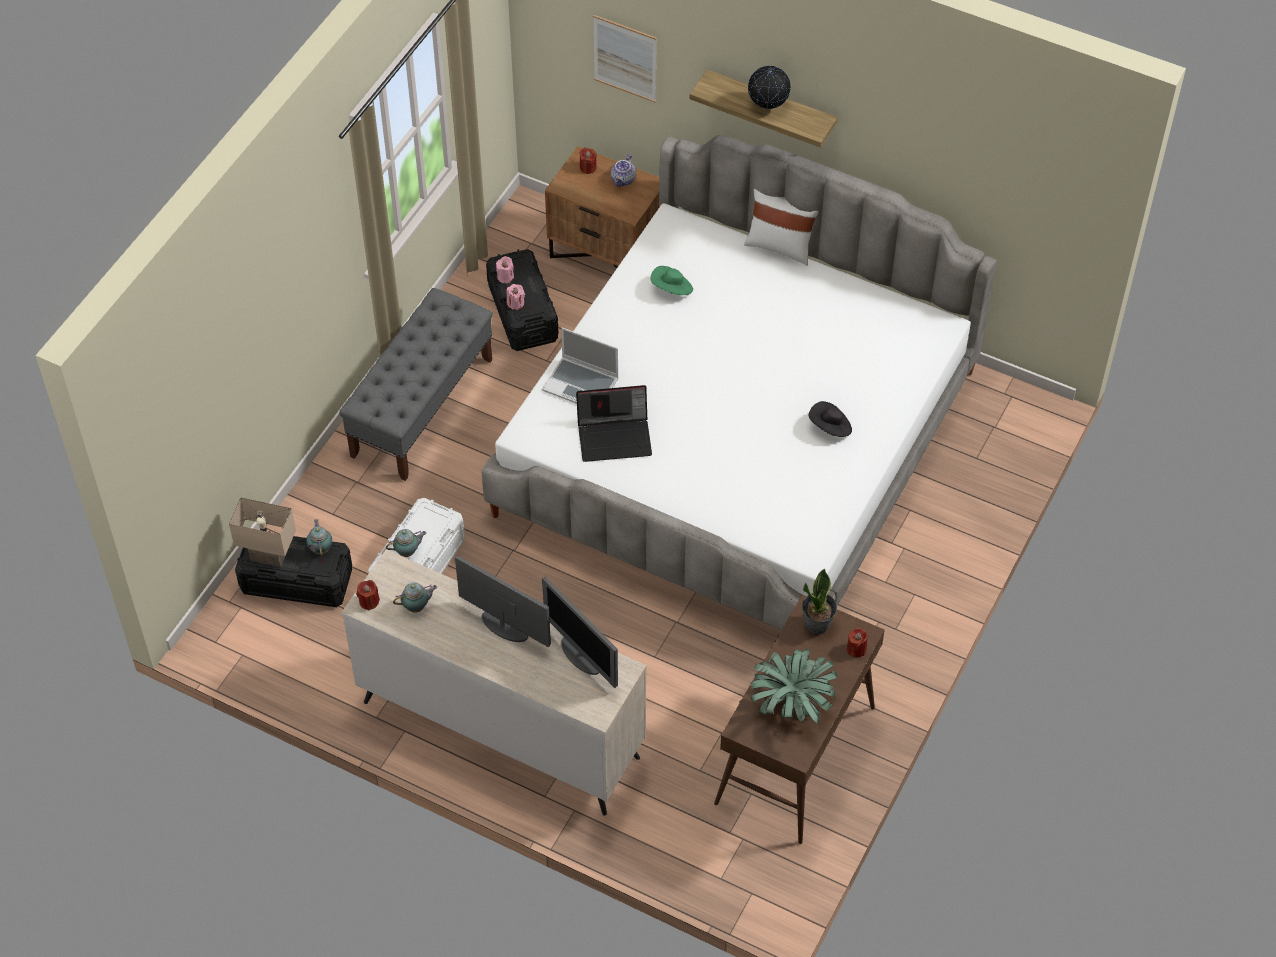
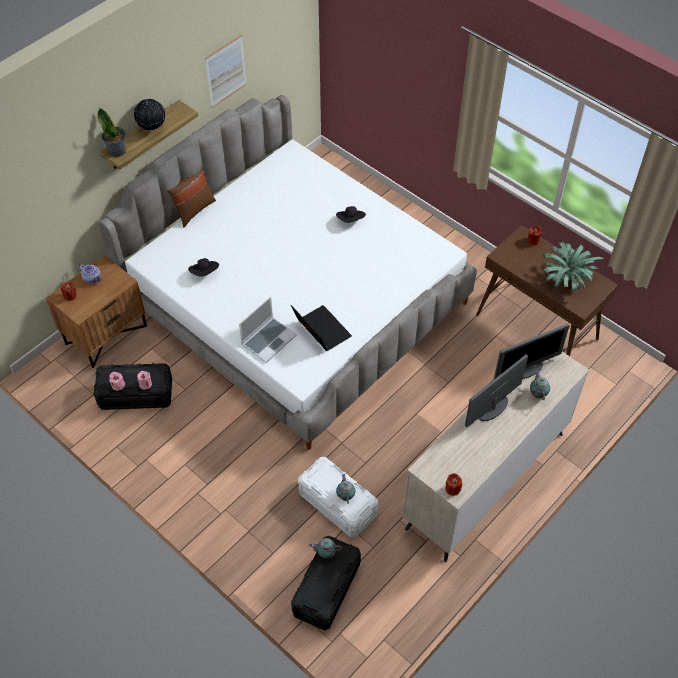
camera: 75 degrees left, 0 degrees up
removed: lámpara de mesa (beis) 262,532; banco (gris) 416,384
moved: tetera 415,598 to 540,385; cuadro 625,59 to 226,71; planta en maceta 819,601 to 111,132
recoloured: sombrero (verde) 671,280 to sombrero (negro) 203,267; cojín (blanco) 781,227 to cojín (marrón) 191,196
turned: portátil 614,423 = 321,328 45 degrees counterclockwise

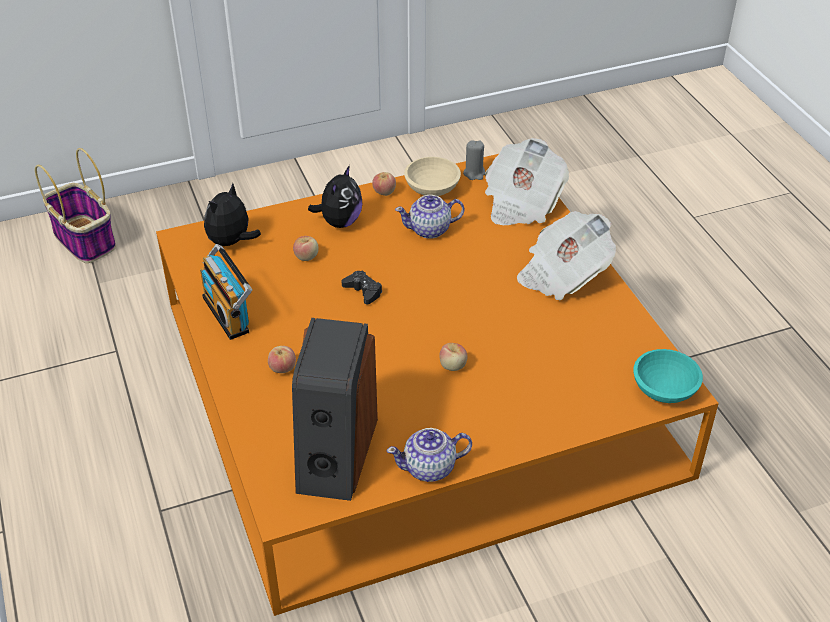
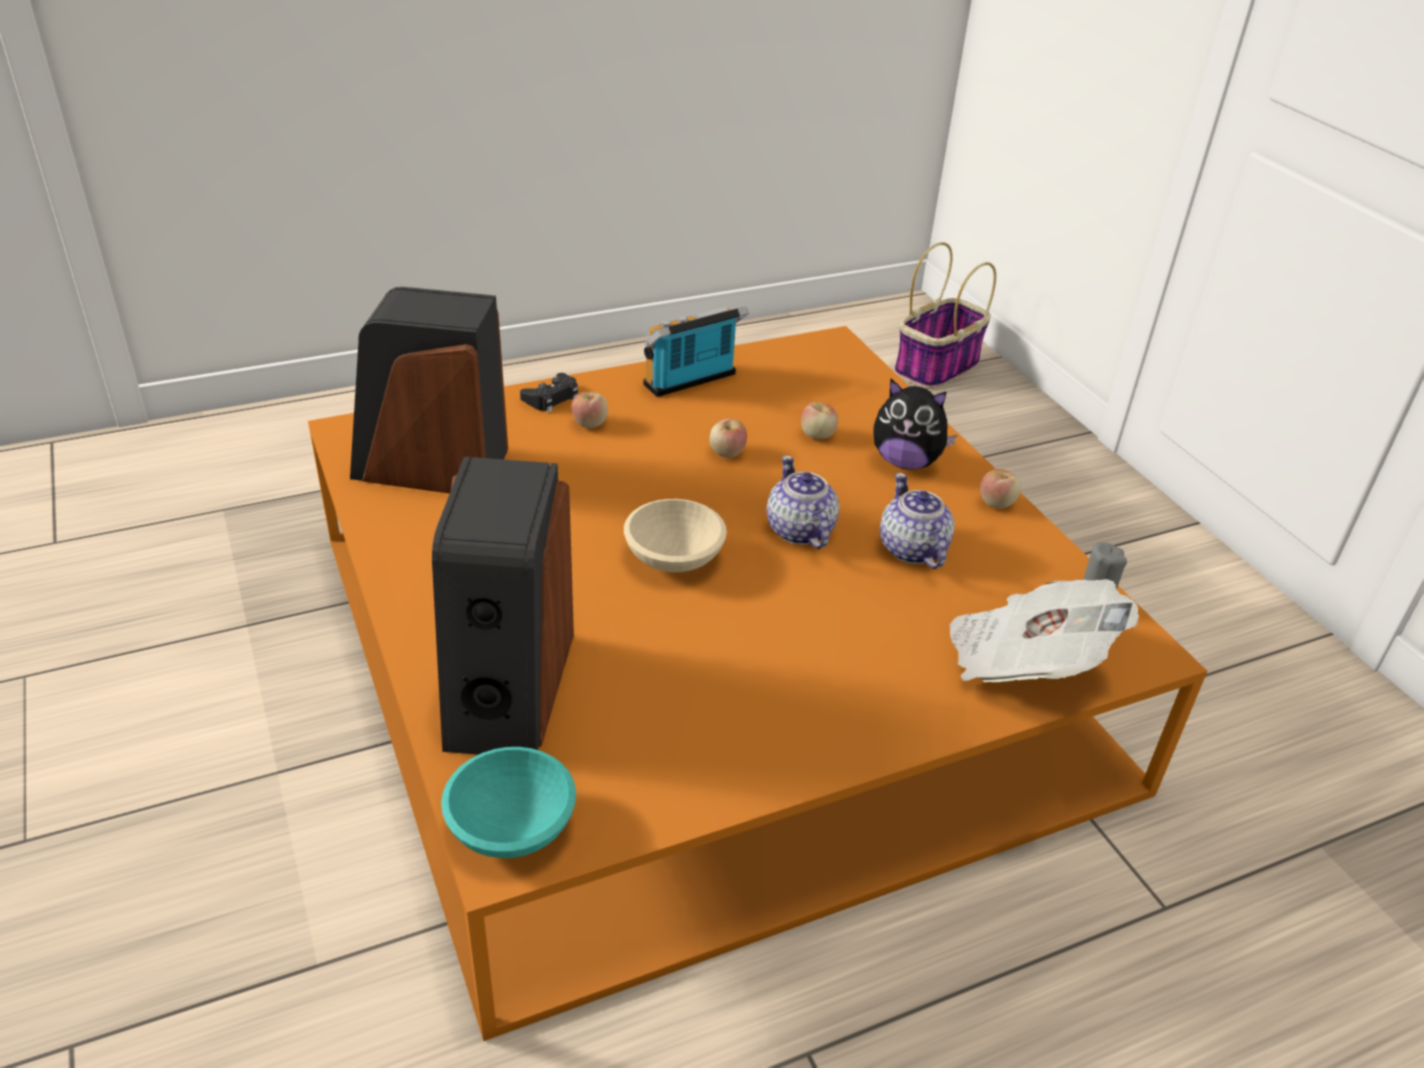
camera: 85 degrees right, 5 degrees down
removed: peluche 232,214; periódico 566,255
added: altavoz 503,606
moved: mando de consola (negro) 361,287 to 549,393; tetera 429,455 to 802,502; cuenco (beis) 432,176 to 675,535; manzana 453,357 to 728,438

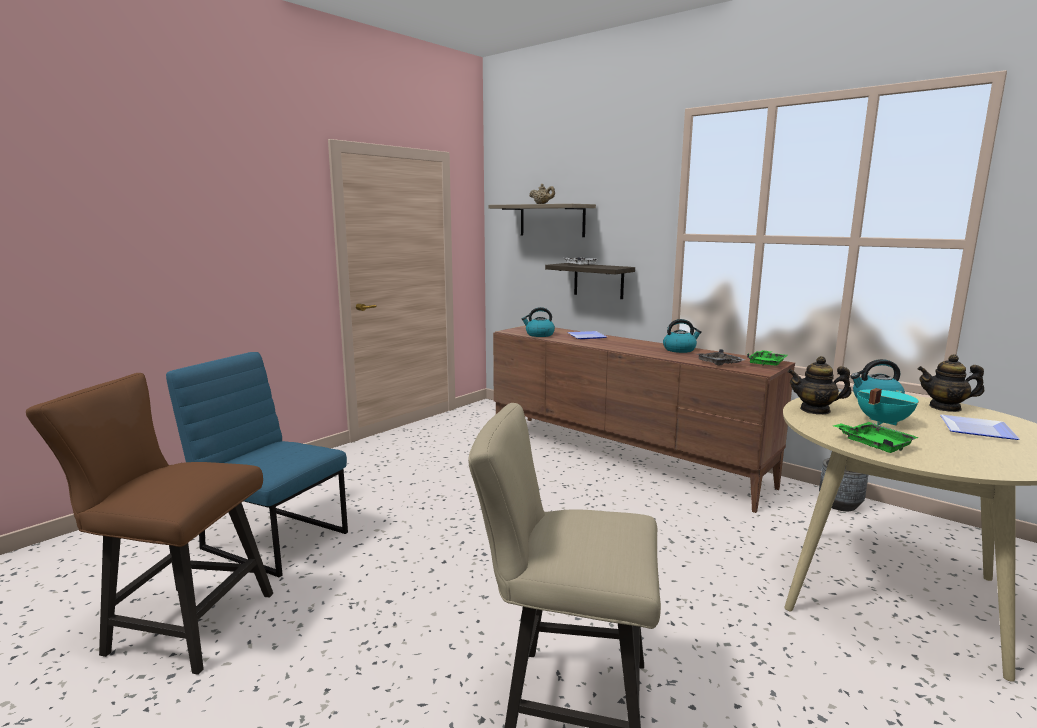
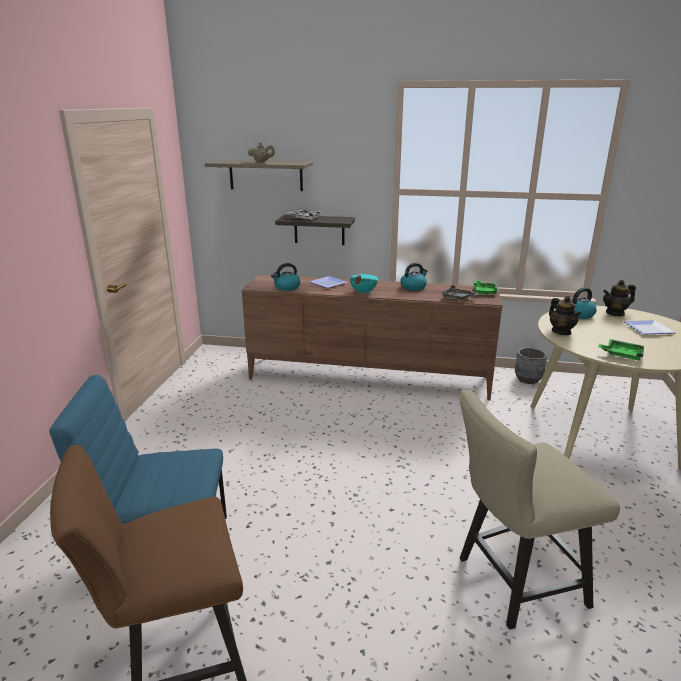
camera: 30 degrees left, 10 degrees up
moved: olla (turquesa) 888,407 to 364,284
turned: tetera 819,385 = 565,315 90 degrees counterclockwise

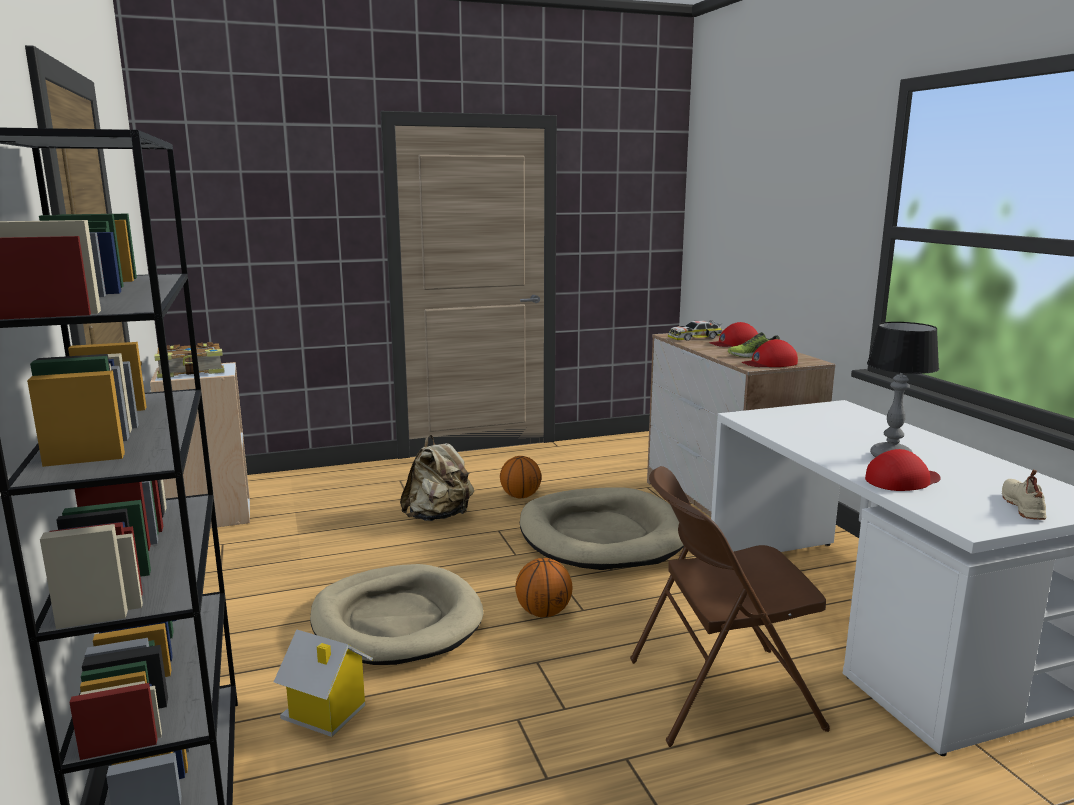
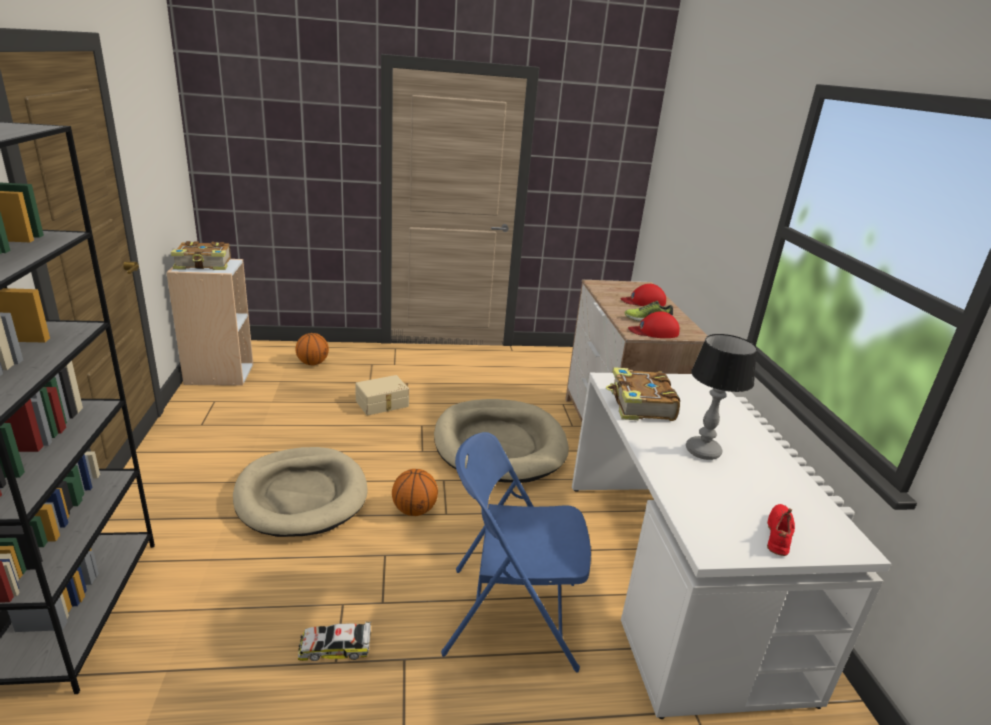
camera: 10 degrees right, 10 degrees up
removed: casita 323,683; gorra (rojo) 903,470
added: libro 643,394
moved: balón de baloncesto 521,477 to 312,349; coche de juguete 695,330 to 334,641
replaced: mochila (beis) 437,478 to caja de almacenaje (beis) 382,395
recoloured: silla (marrón) 730,606 to silla (azul) 516,552; zapato (beis) 1024,495 to zapato (rojo) 781,530

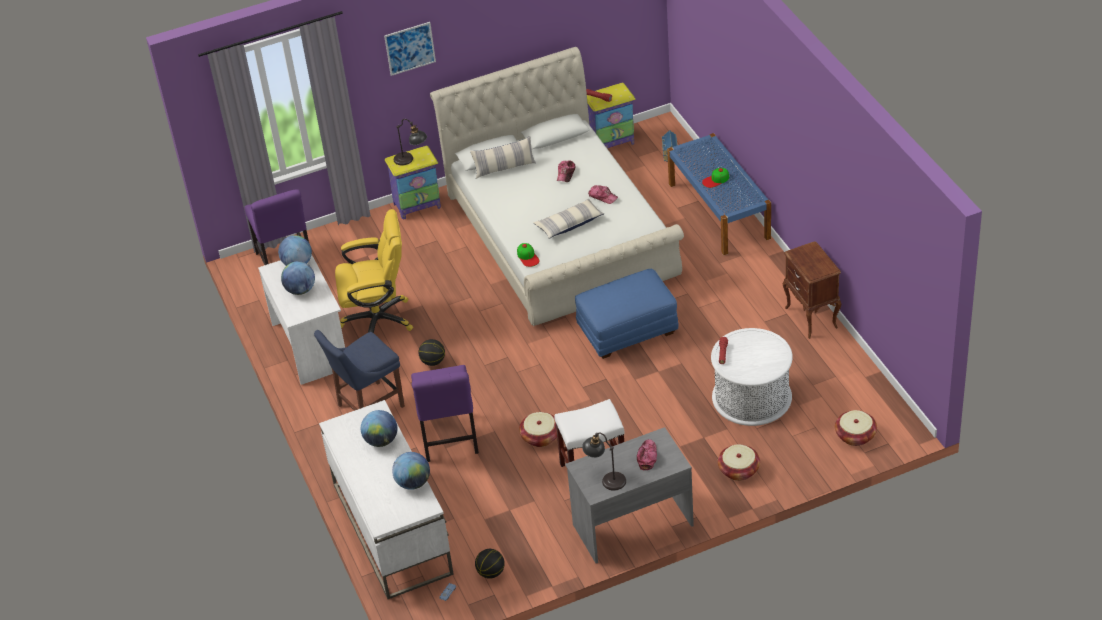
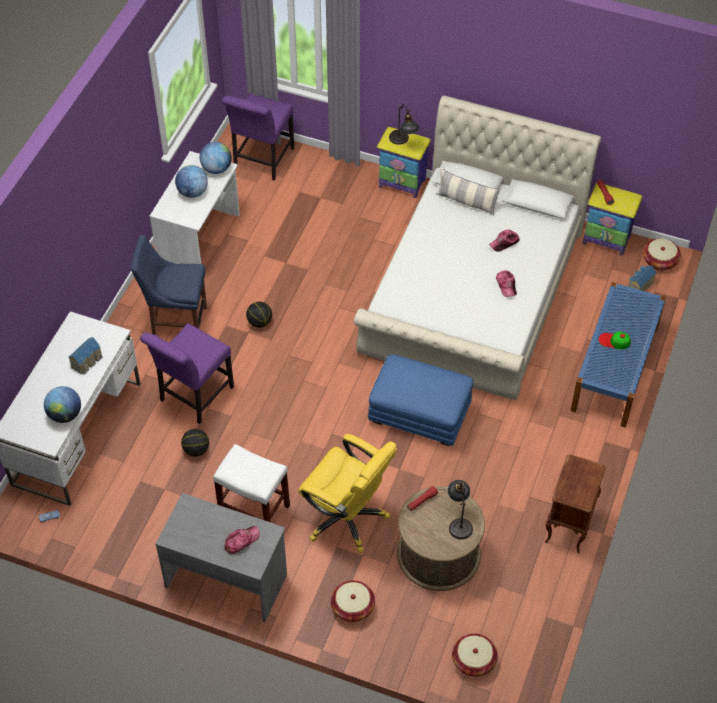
camera: 40 degrees right, 10 degrees up
removed: cuadro 410,49; gorra 528,255; cojín 568,219
moved: silla de oficina (amarillo) 374,271 to 347,493; balón de baloncesto 490,564 to 195,443; cesta 538,429 to 662,254; lámpara de mesa (gris) 604,461 to 460,510
replaced: globo terráqueo 379,428 to casita 85,355
recoloured: mesa de centro (blanco) 752,377 to mesa de centro (marrón) 441,538

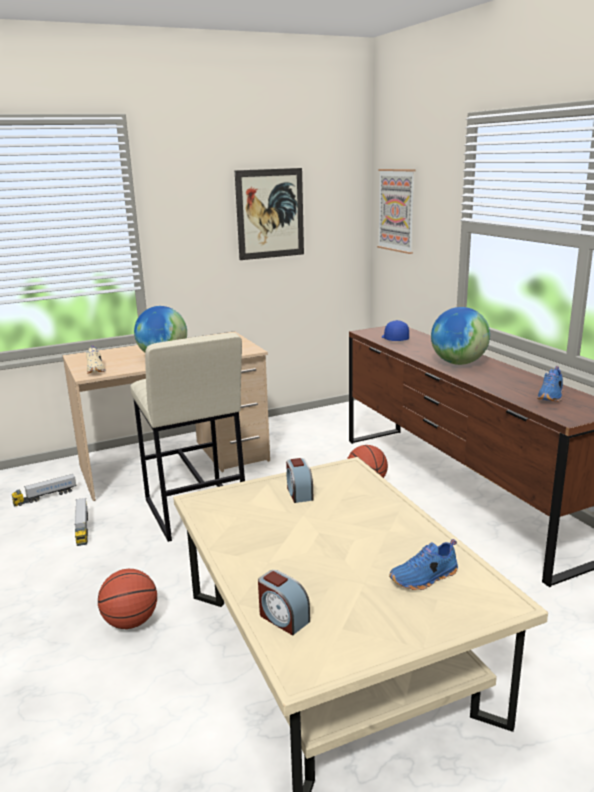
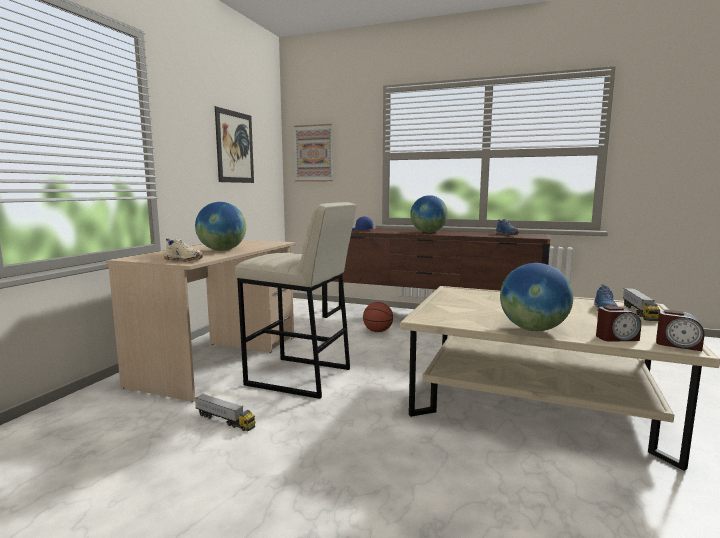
camera: 45 degrees left, 10 degrees down
removed: balón de baloncesto 127,599
added: globo terráqueo 536,297
moved: camión de juguete 44,490 to 641,304; despertador 299,480 to 680,330

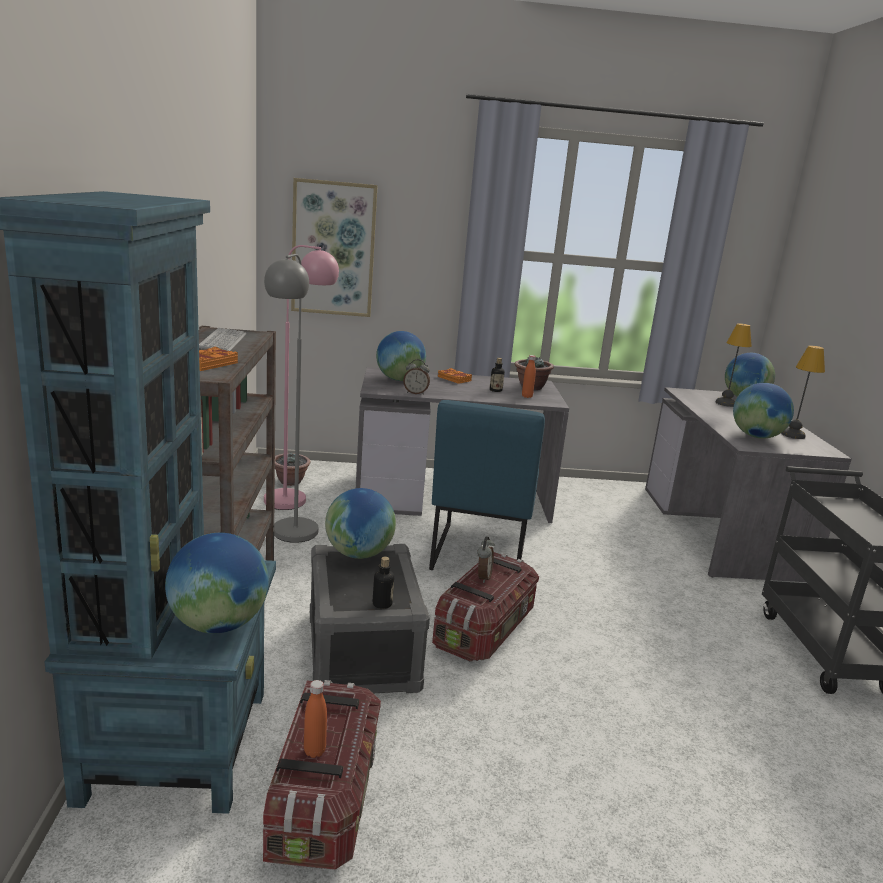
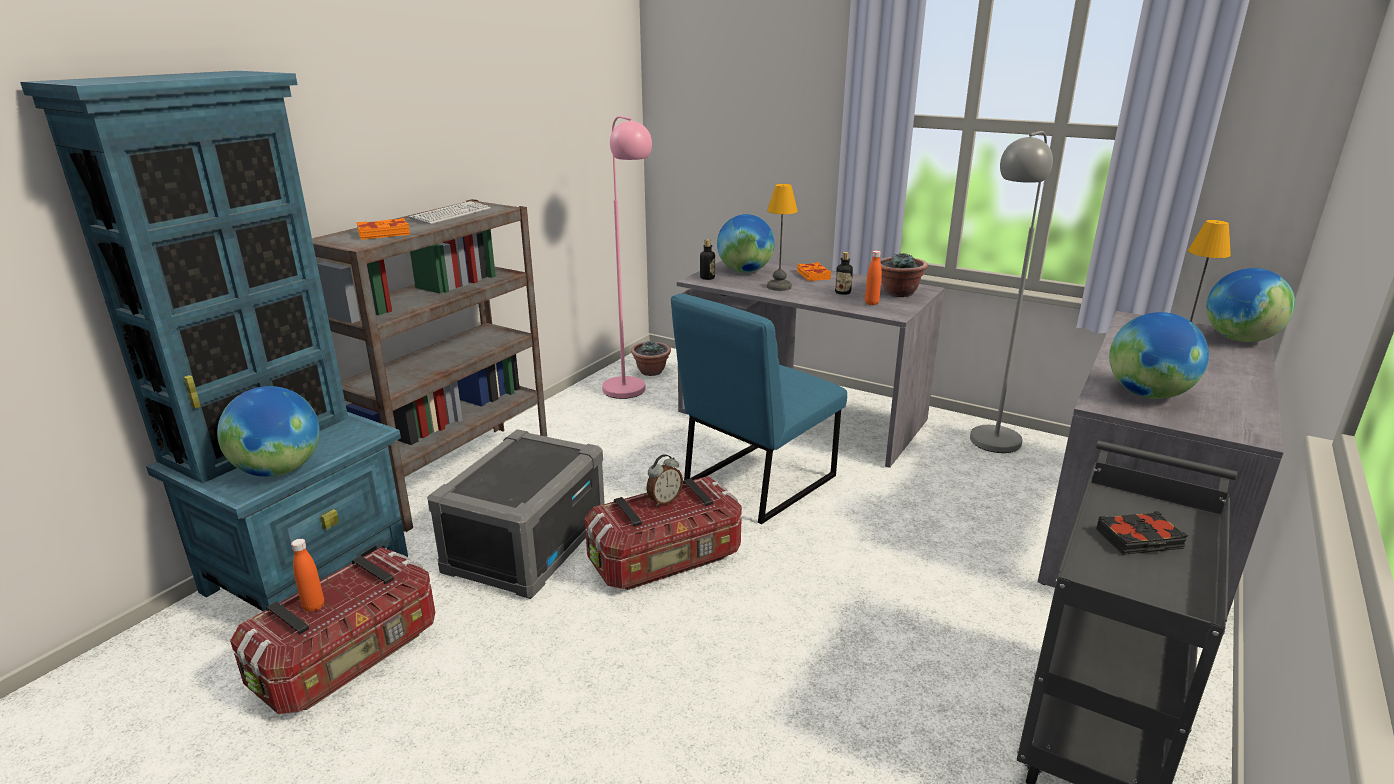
camera: 35 degrees right, 5 degrees up
removed: cuadro 334,247; globo terráqueo 360,523; despertador 416,377
added: libro (negro) 1142,533
moved: lámpara de pie (gris) 291,398 to 1011,292; botella 383,583 to 707,259; lámpara de mesa 803,392 to 782,237

